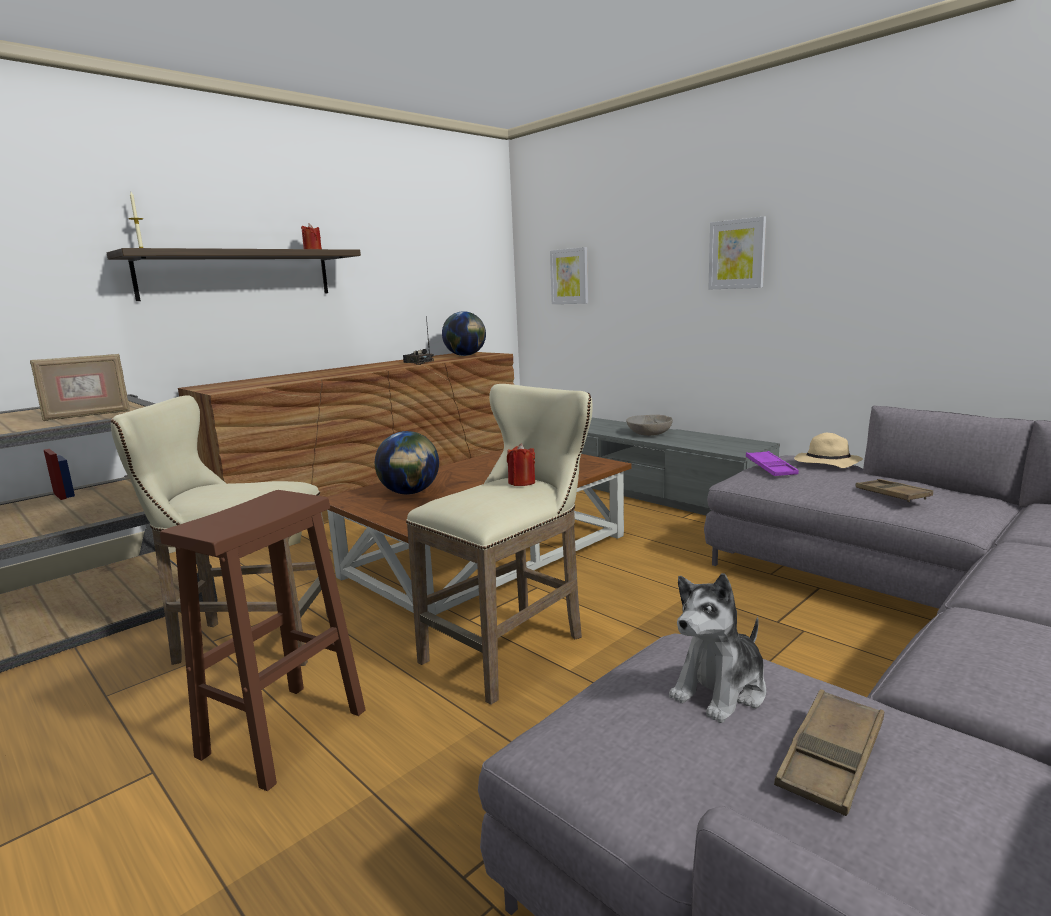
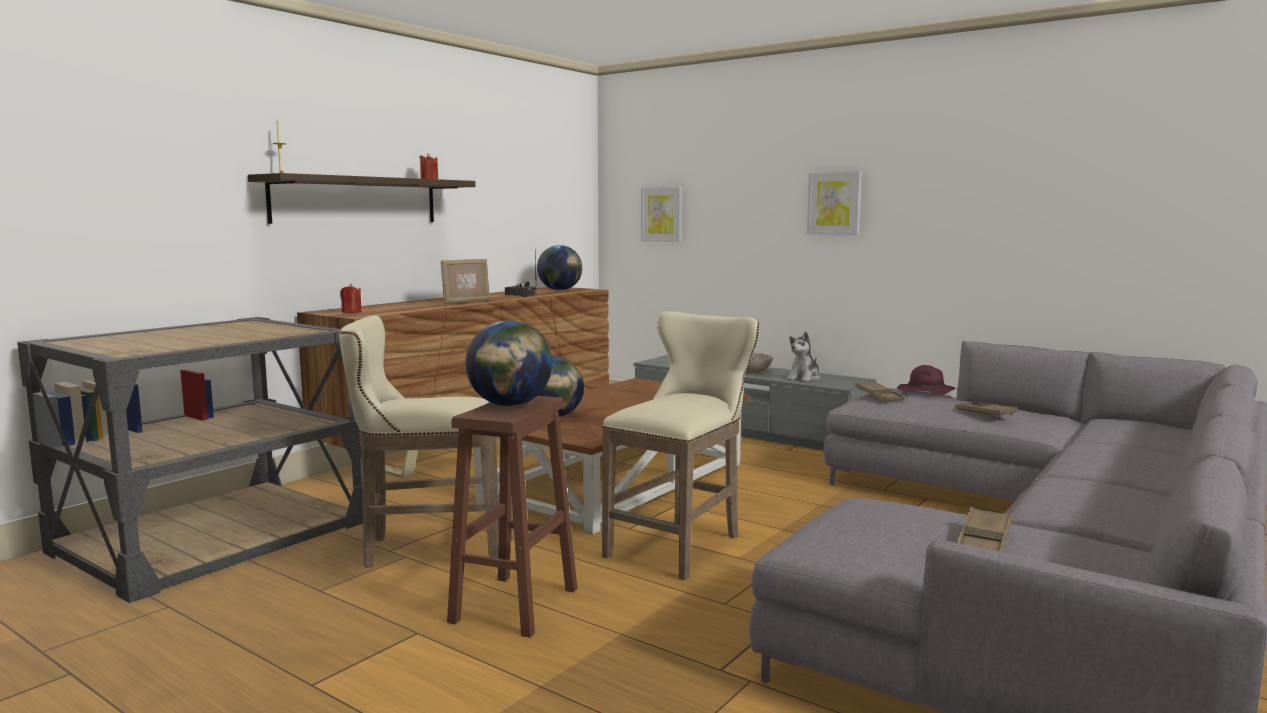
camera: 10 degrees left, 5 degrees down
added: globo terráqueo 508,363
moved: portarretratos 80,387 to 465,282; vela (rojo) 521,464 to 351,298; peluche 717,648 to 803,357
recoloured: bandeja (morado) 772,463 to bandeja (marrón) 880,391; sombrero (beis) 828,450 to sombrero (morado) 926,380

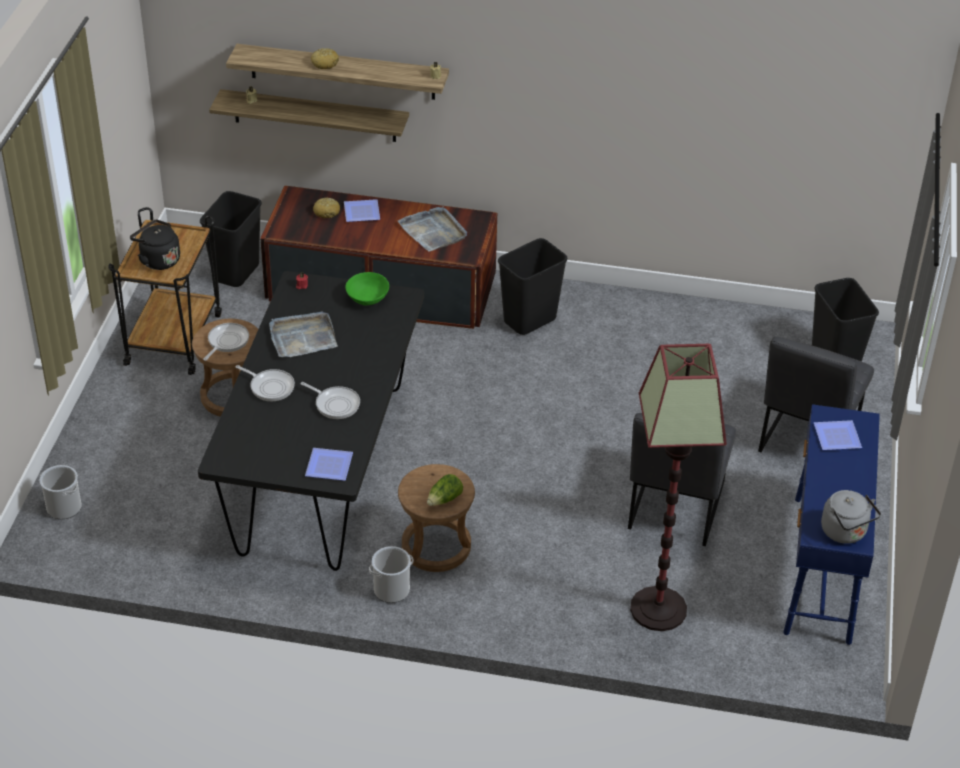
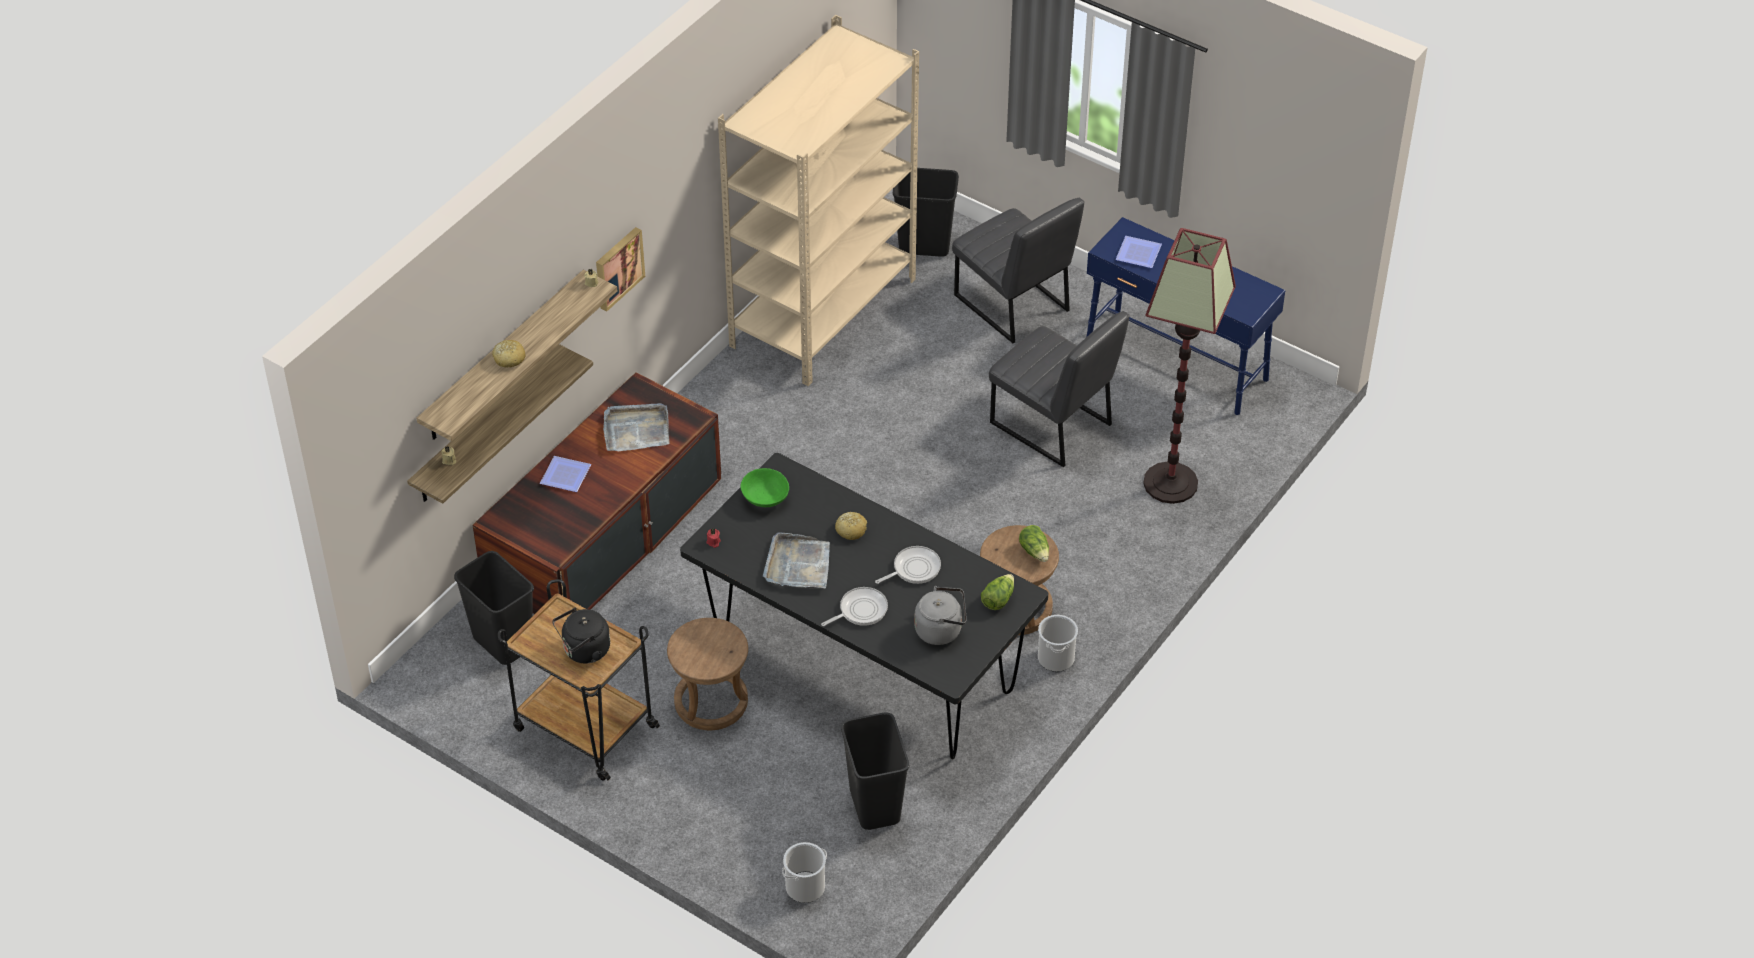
camera: 65 degrees left, 5 degrees up
removed: sartén 226,342
added: cuadro 620,269; estantería (beis) 818,200
moved: pan 326,207 to 851,526; papelera (negro) 533,286 to 875,771; hervidor (gris) 851,517 to 940,615
replaced: plato 329,464 to lechuga 997,592

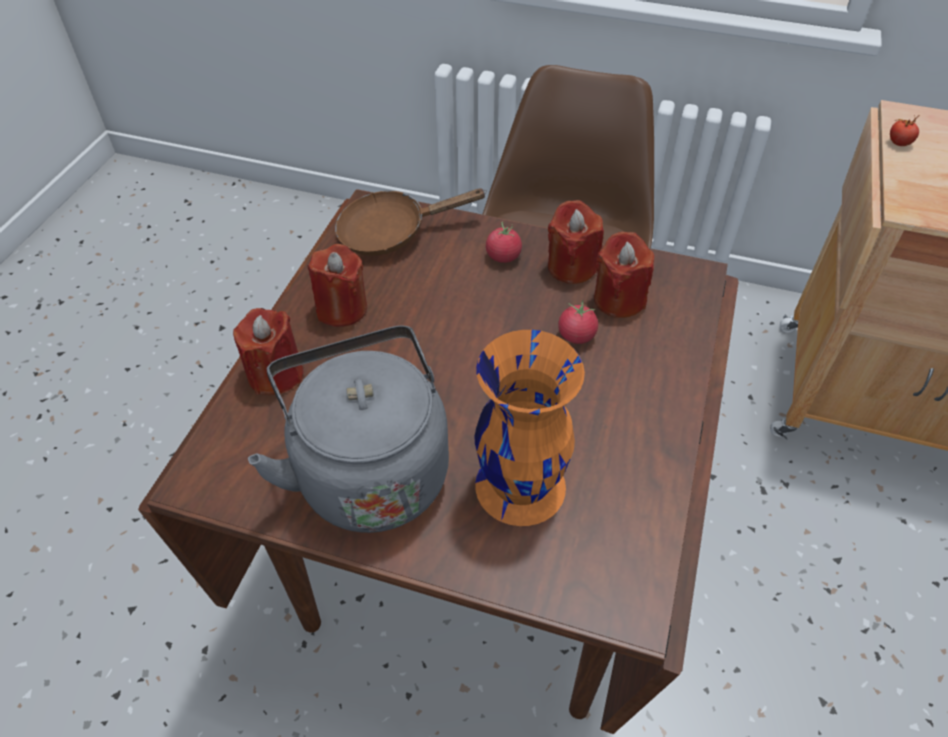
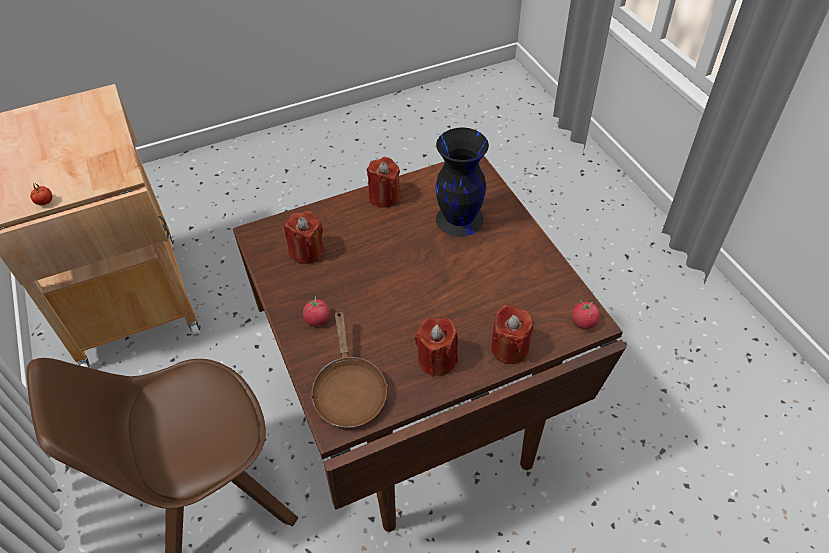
camera: 130 degrees left, 0 degrees up
removed: hervidor (gris) 348,429
moved: vela (rojo) 576,242 to 383,182; tomate 578,322 to 585,315
recoloured: florero (naranja) 530,428 to florero (negro) 462,182
turned: sartén (marrón) 411,222 = 349,368 45 degrees clockwise

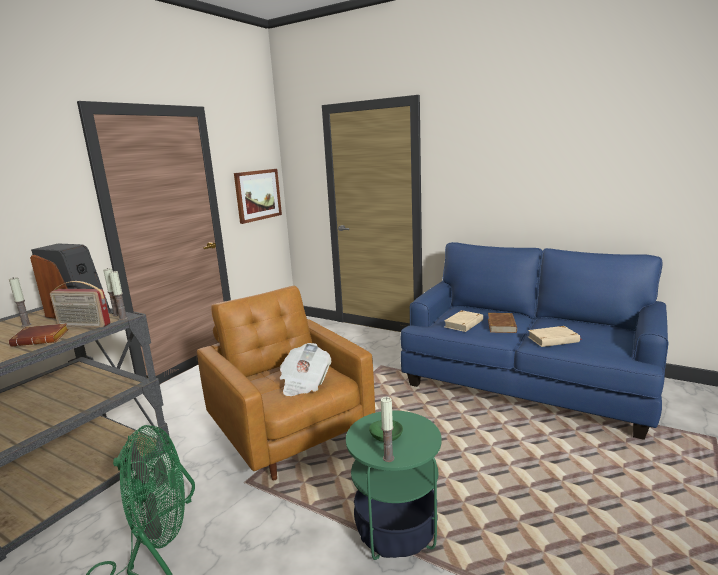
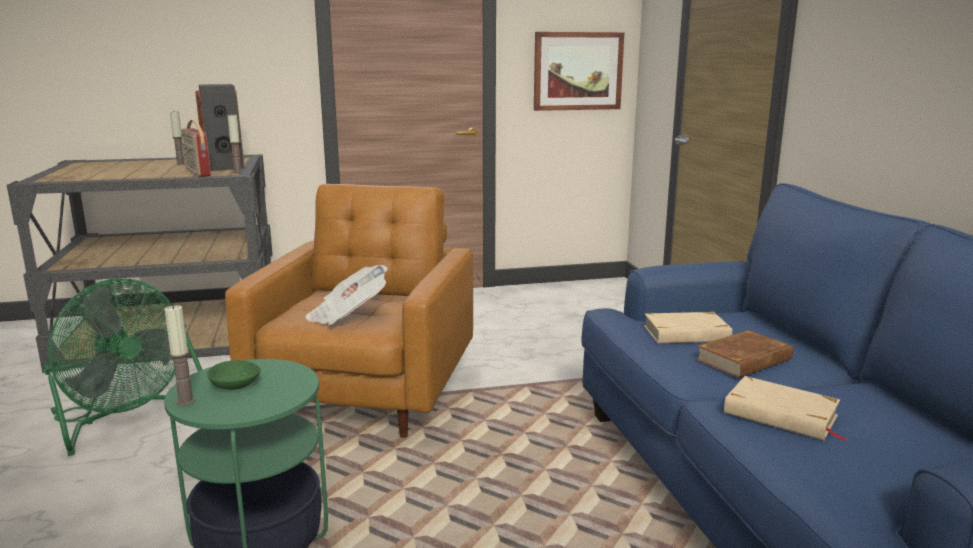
camera: 45 degrees right, 0 degrees up
removed: libro (marrón) 39,335; vela 118,295

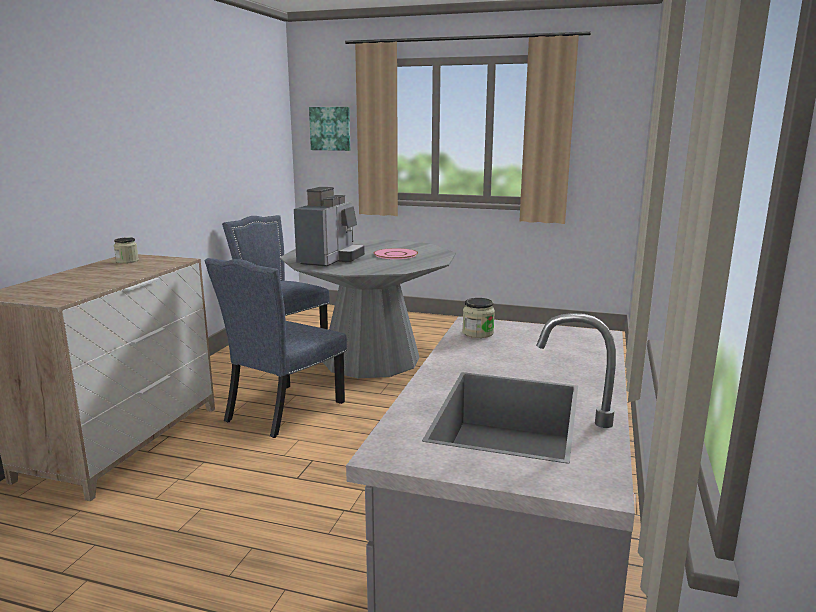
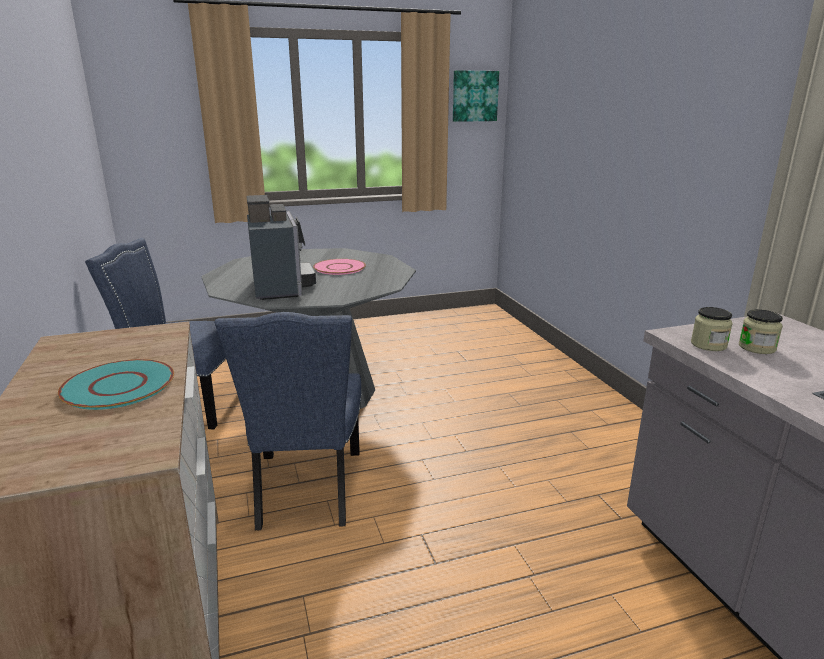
camera: 35 degrees left, 5 degrees up
added: plato (turquesa) 116,384
moved: tarro 126,250 to 761,331; cuadro 329,129 to 476,96

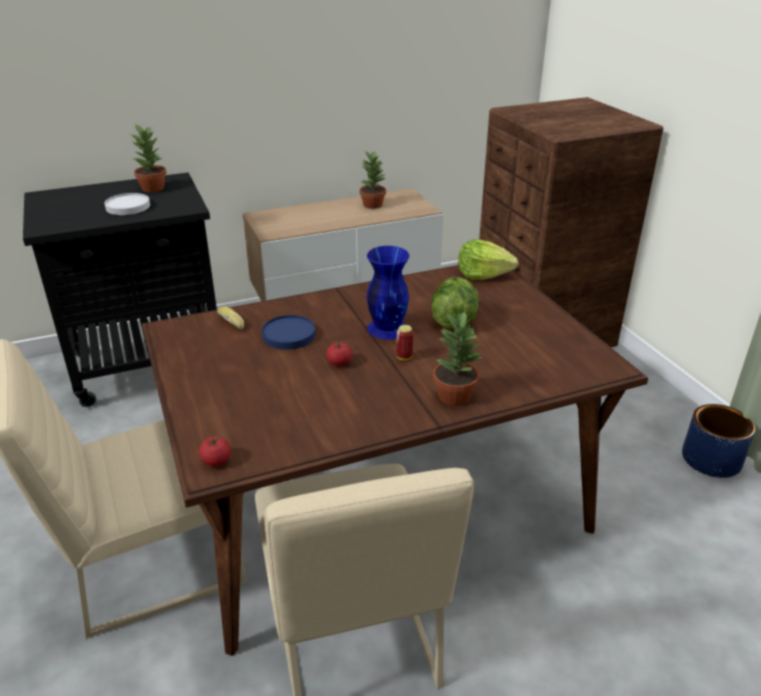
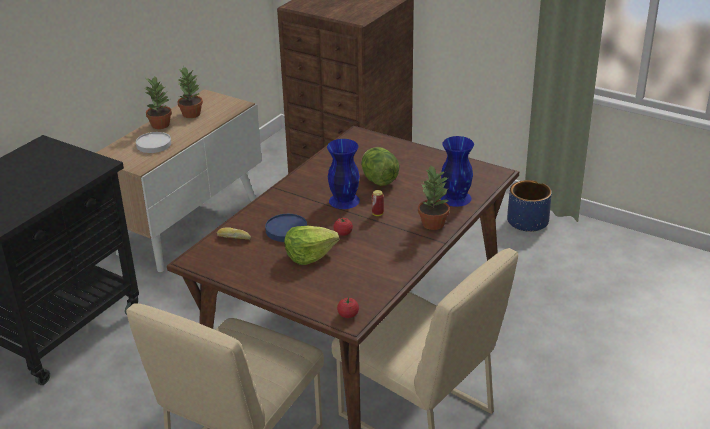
camera: 35 degrees left, 0 degrees up
added: florero (azul) 457,171
moved: plato (blanco) 127,204 to 153,142; planta en maceta 147,158 to 158,103; lechuga 488,259 to 311,245

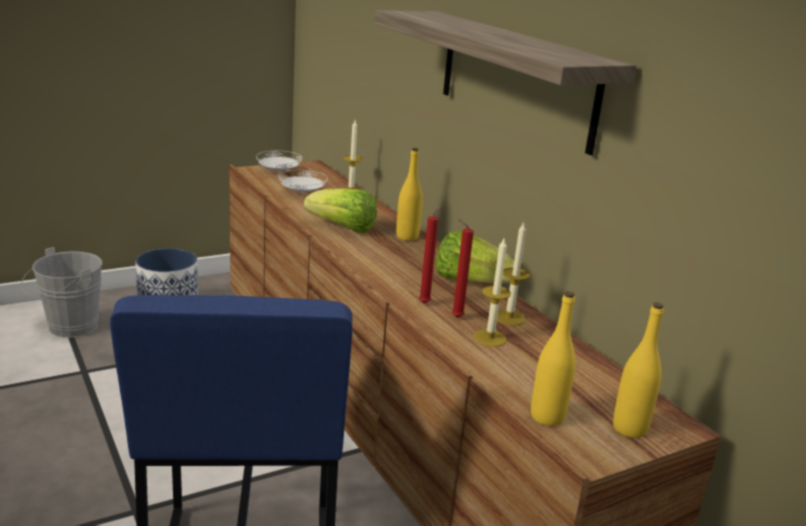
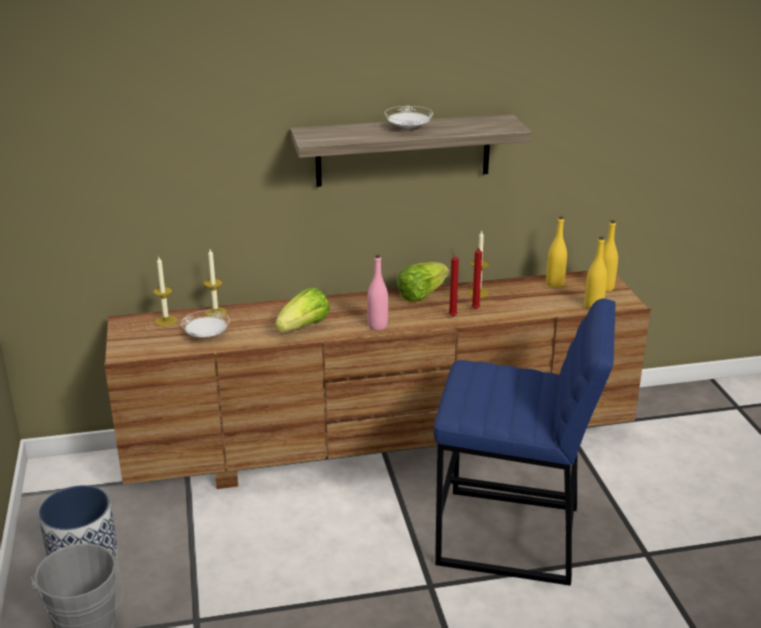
camera: 70 degrees left, 5 degrees up
added: botella (rosa) 377,292
moved: plato (blanco) 279,161 to 409,117; botella (amarillo) 409,194 to 556,251; vela 492,293 to 165,292

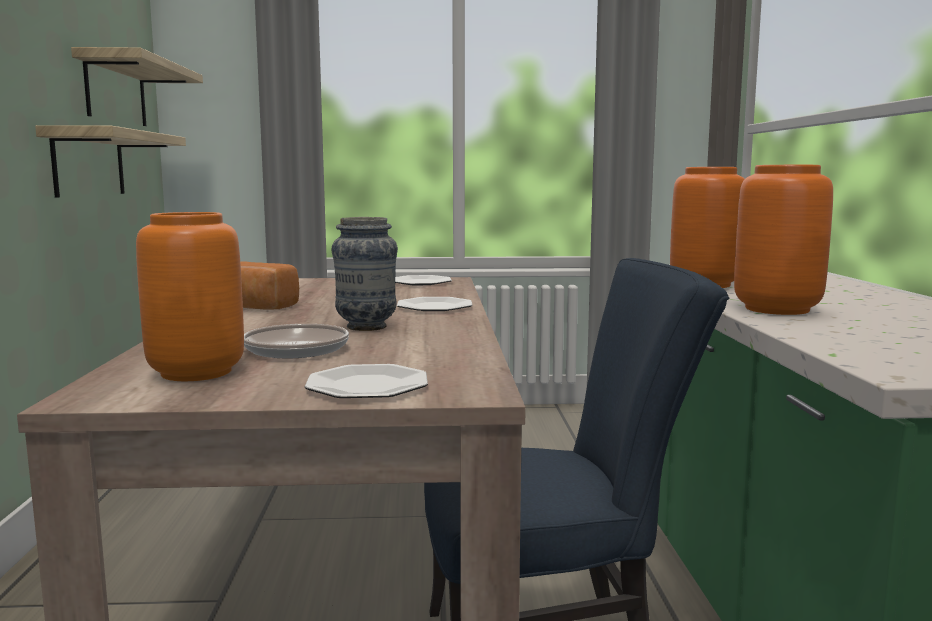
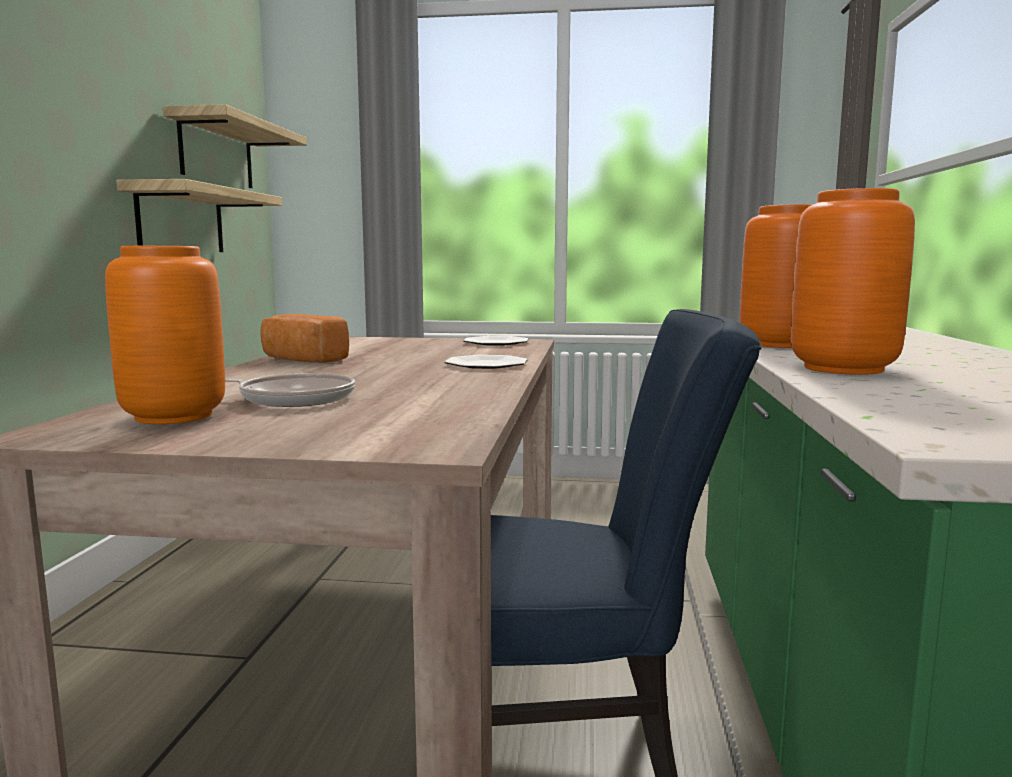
camera: 10 degrees right, 0 degrees up
removed: plato 366,381; florero 364,274

